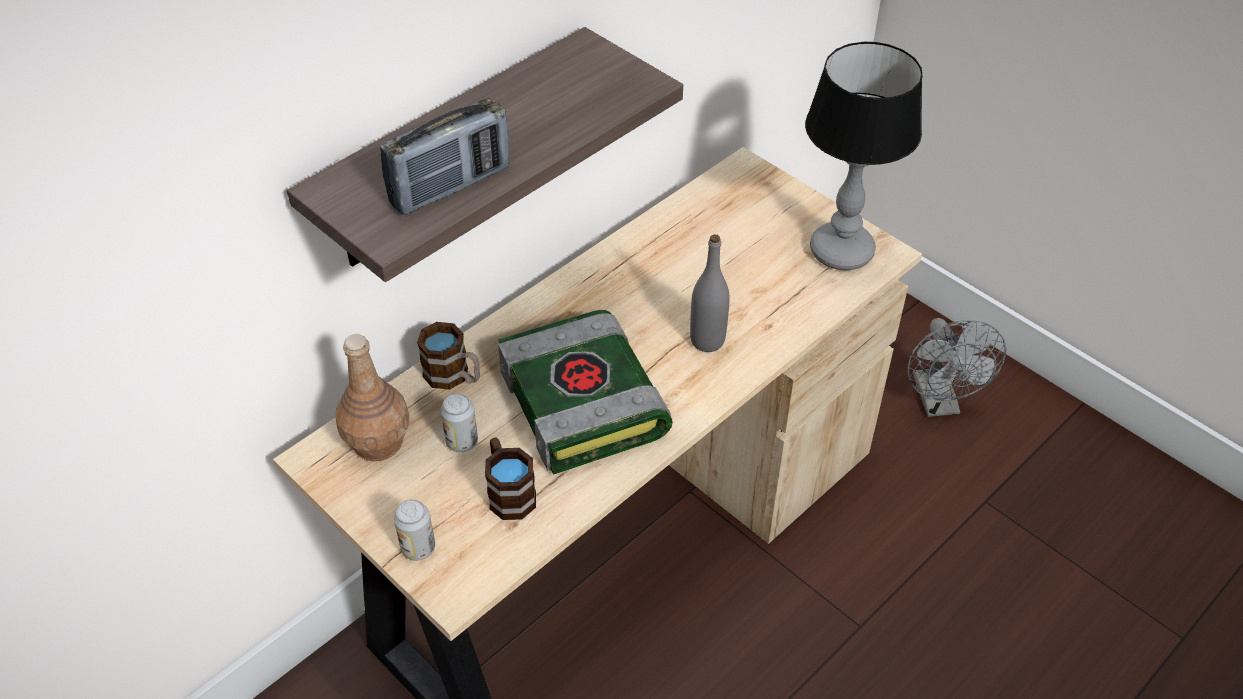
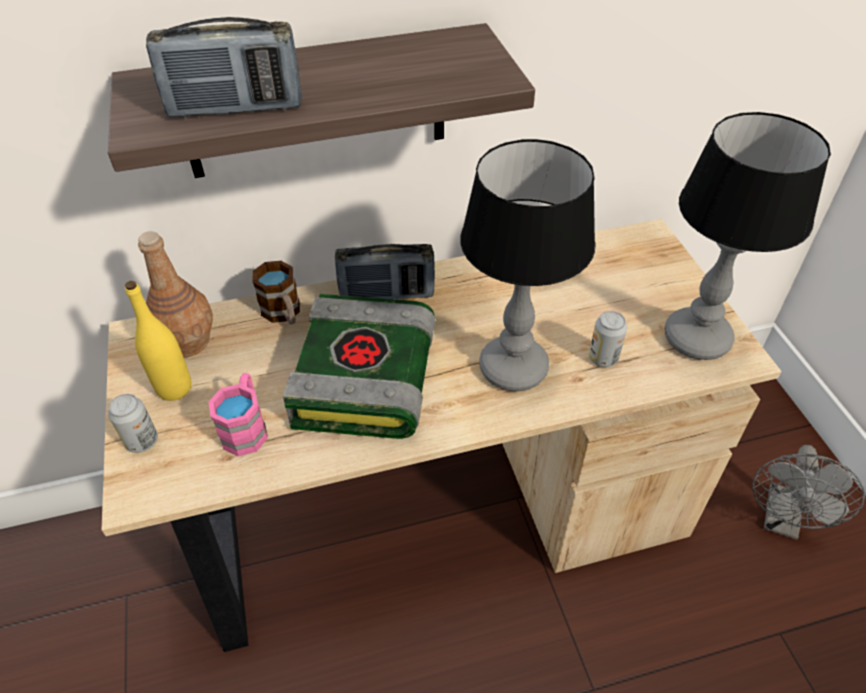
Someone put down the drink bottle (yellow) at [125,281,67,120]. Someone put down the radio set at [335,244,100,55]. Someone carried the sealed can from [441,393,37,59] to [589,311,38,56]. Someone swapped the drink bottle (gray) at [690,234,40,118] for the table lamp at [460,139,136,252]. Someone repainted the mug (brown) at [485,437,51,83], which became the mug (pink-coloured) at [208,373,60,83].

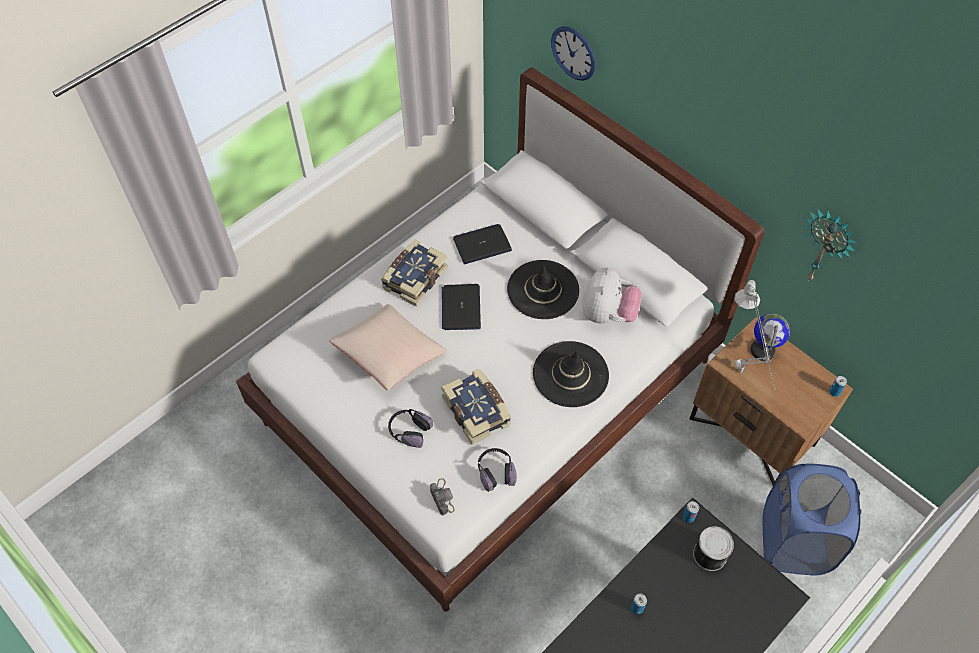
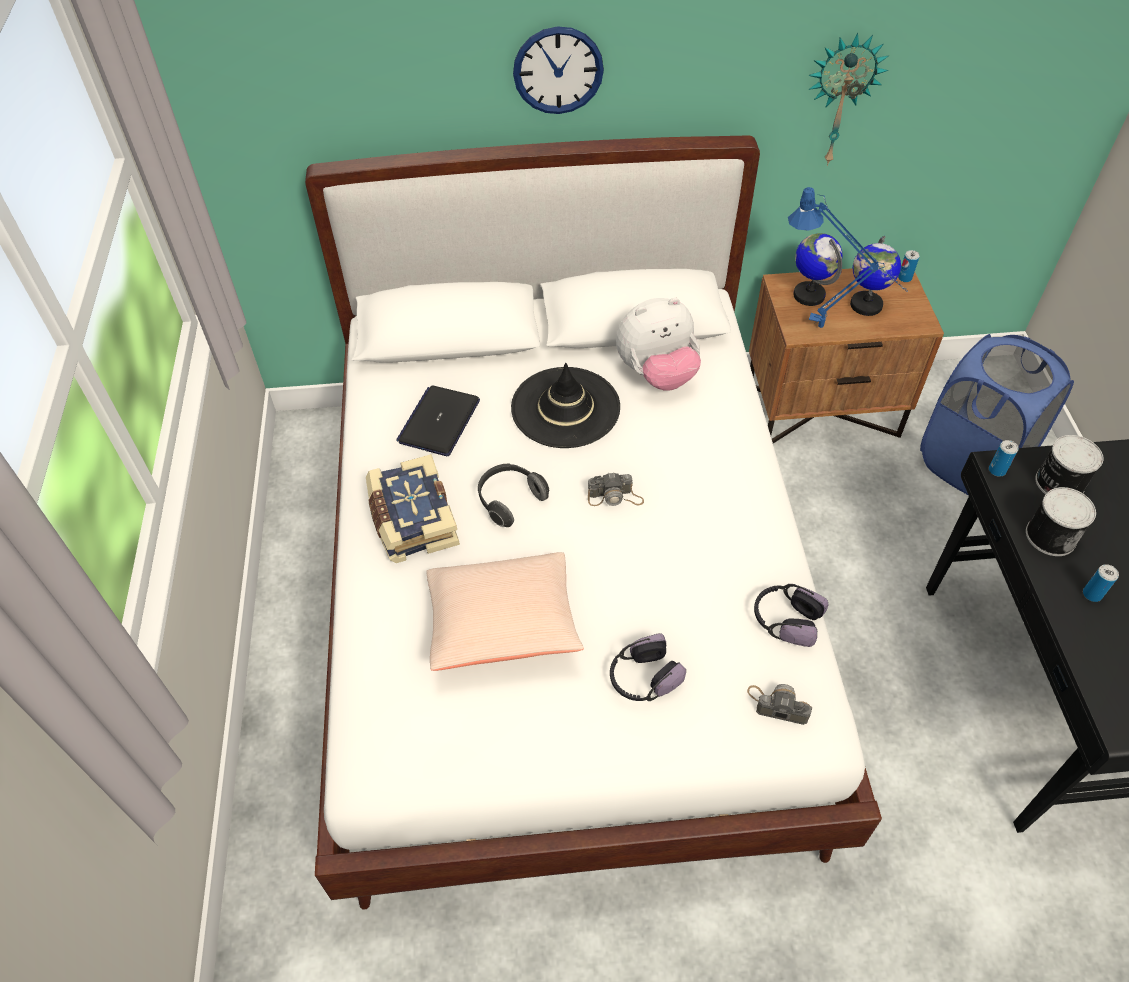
Someone took away the volume at [441,369,70,76]. Someone took away the wearable hat (black) at [533,341,76,66]. Someone put down the photo camera at [588,472,56,34]. Someone put down the globe at [850,236,51,80]. Someone put down the sealed can at [1026,487,70,69]. Someone carried the hanging clock from [551,26,44,55] to [513,26,91,88]. Someone swapped the portable computer at [442,284,39,46] for the headset at [478,463,71,64]. Someone repainted the table lamp (gray) at [734,280,42,111], which became the table lamp (bluish) at [788,187,120,141]. Someone rotated the cuddly toy at [582,267,60,56] by 105 degrees clockwise.

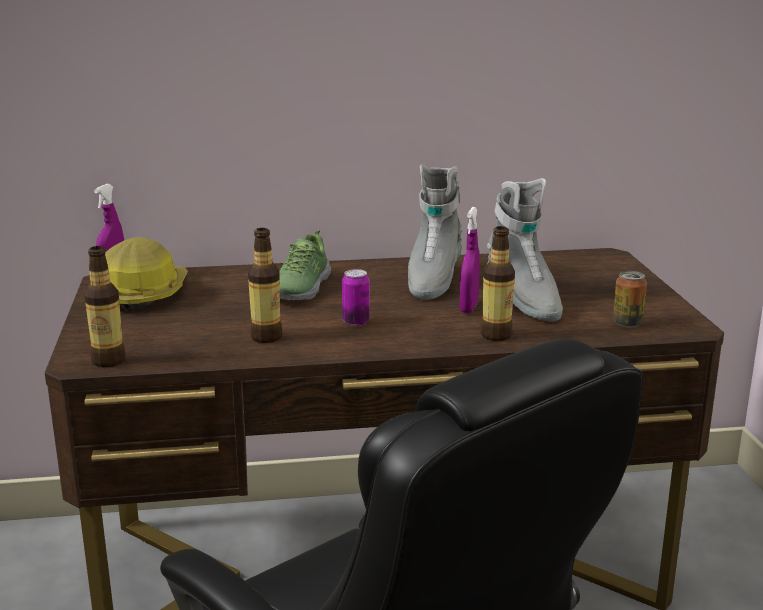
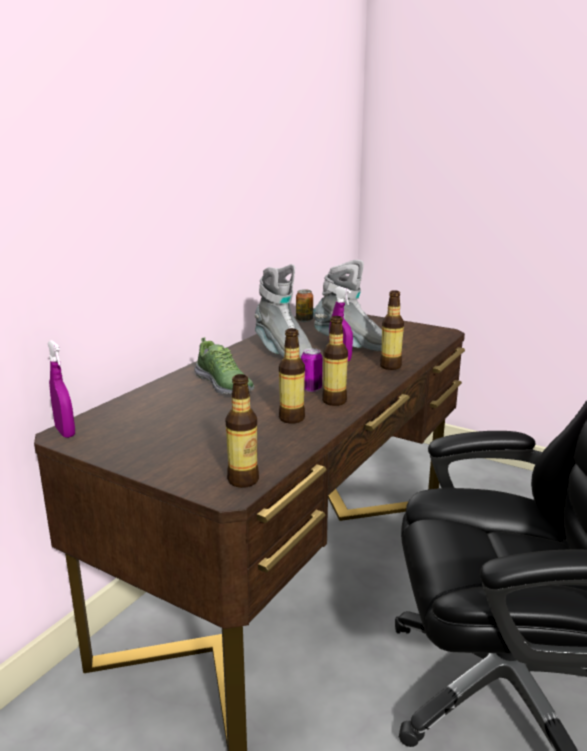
Someone took away the safety helmet at [105,237,83,75]. Someone put down the drink bottle at [322,316,26,90]. Someone carried the sealed can from [613,271,34,57] to [296,289,17,33].

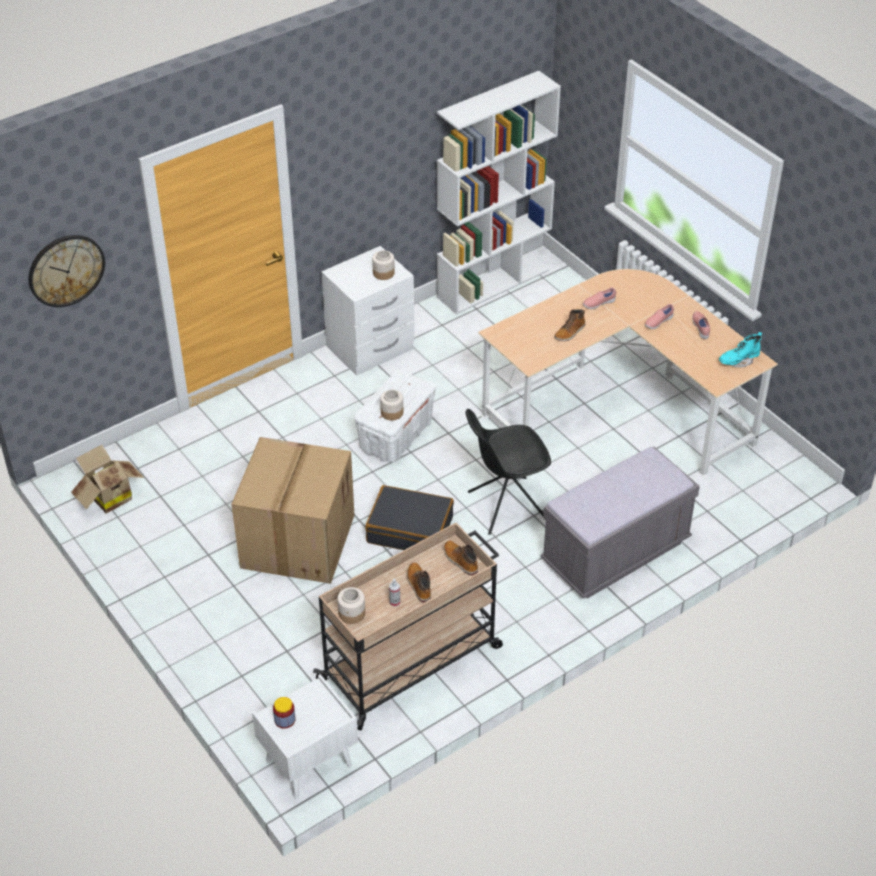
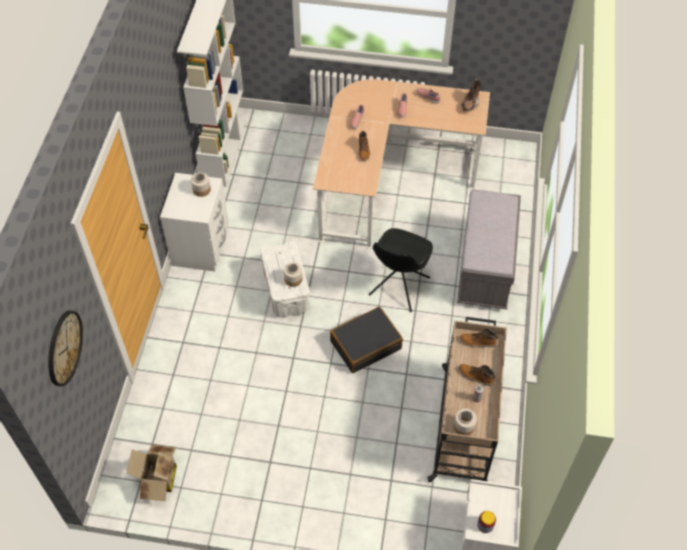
Someone took away the cardboard box at [231,437,123,147]. Someone repainted the high-top boot (turquoise-coloured) at [719,332,43,36], which became the high-top boot (brown) at [461,78,20,34].

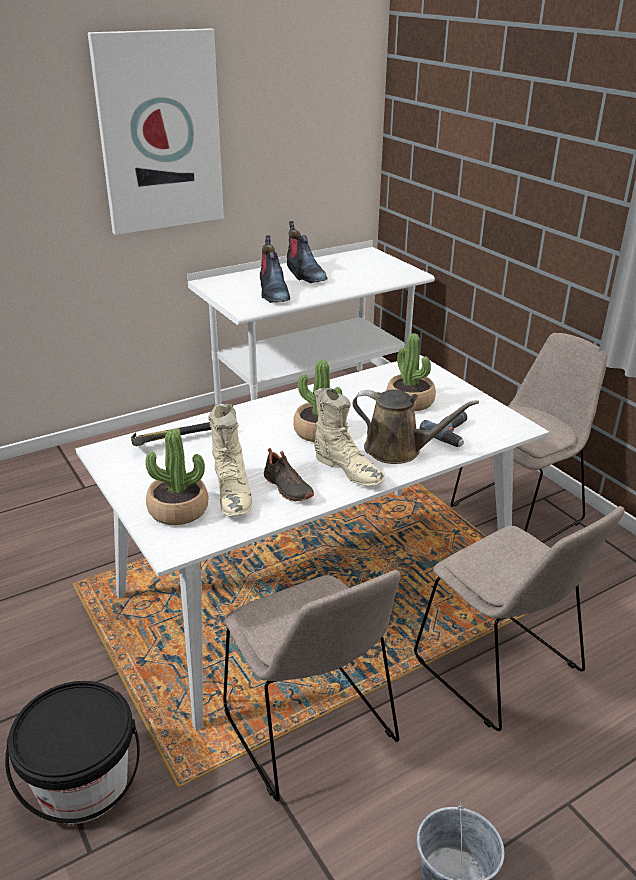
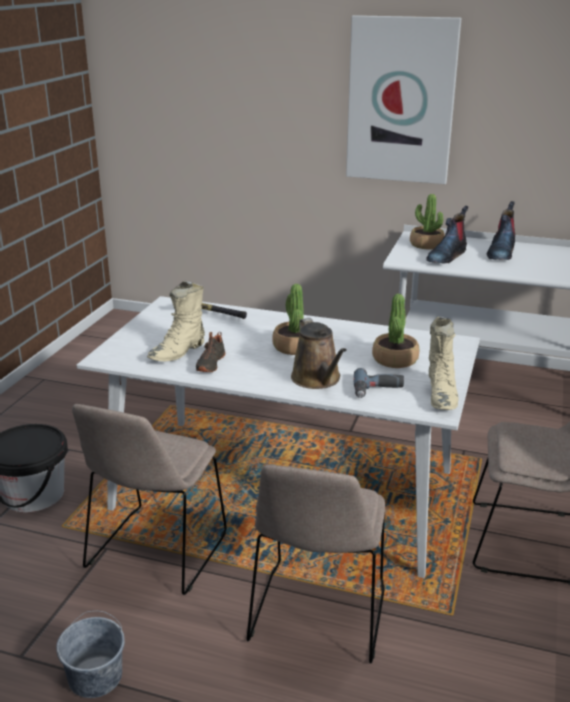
Someone carried the potted plant from [145,429,64,96] to [410,194,35,55]. Someone carried the high-top boot (sand-coloured) from [314,388,71,98] to [429,316,30,94].

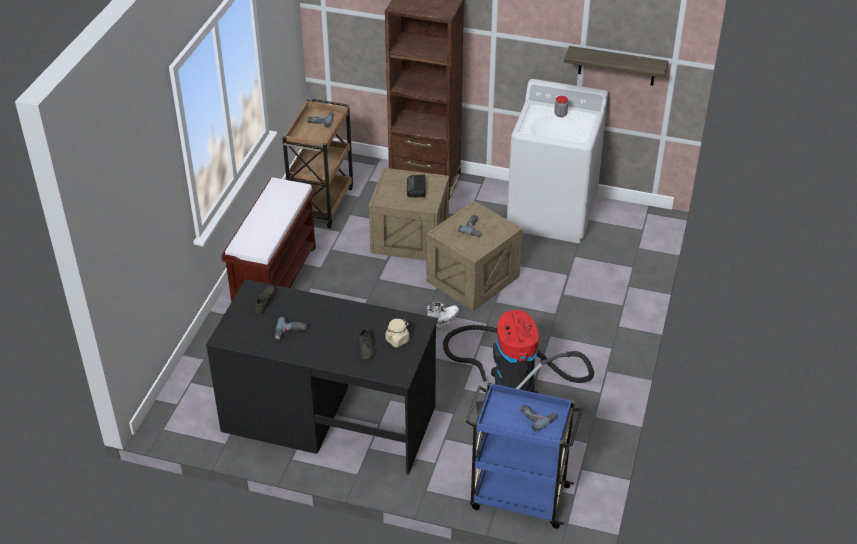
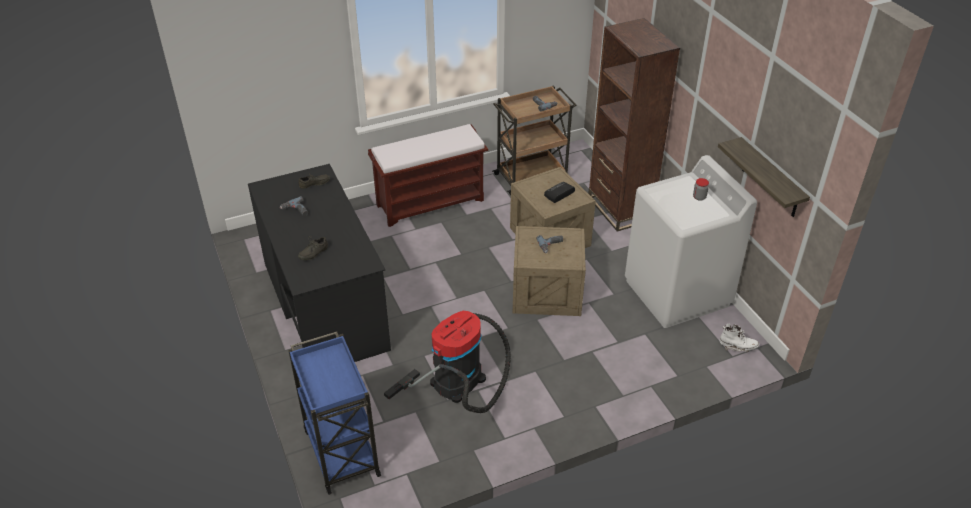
Someone took away the preserve jar (sand-coloured) at [386,319,24,28]. Someone took away the power drill at [520,405,37,27]. Someone carried the high-top boot (whitish) from [427,302,32,29] to [719,323,40,29].

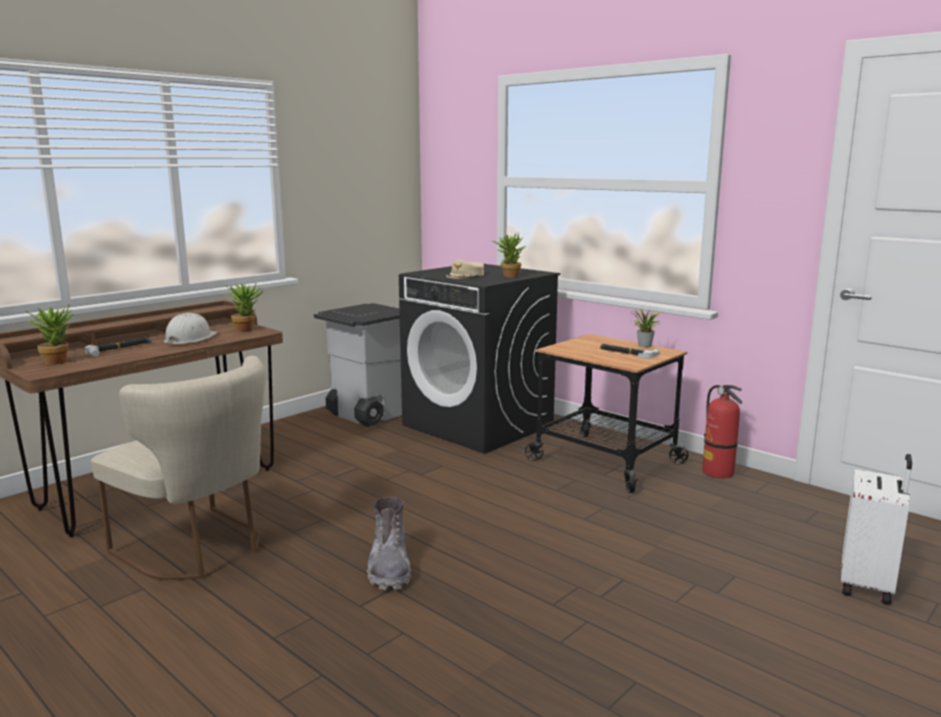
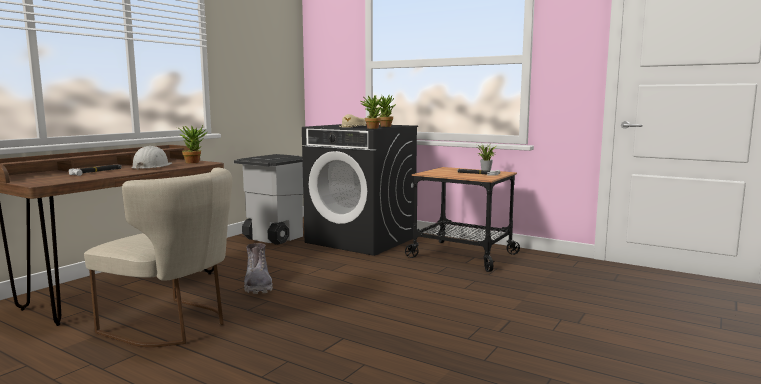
Someone took away the fire extinguisher at [703,385,39,94]. Someone took away the piece of luggage (whitish) at [841,454,71,151]. Someone carried the potted plant from [24,305,49,60] to [361,95,23,34]. Someone carried the high-top boot (gray) from [367,497,44,93] to [244,243,29,51].

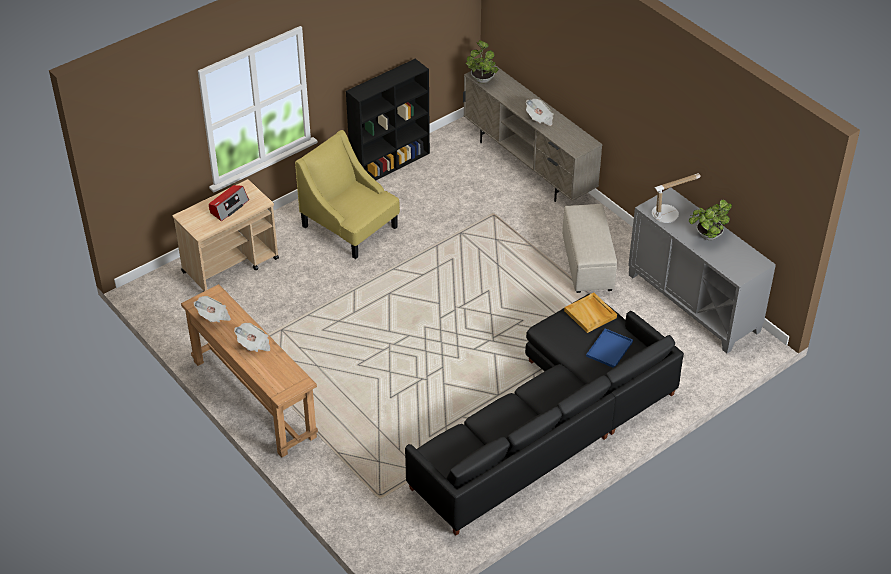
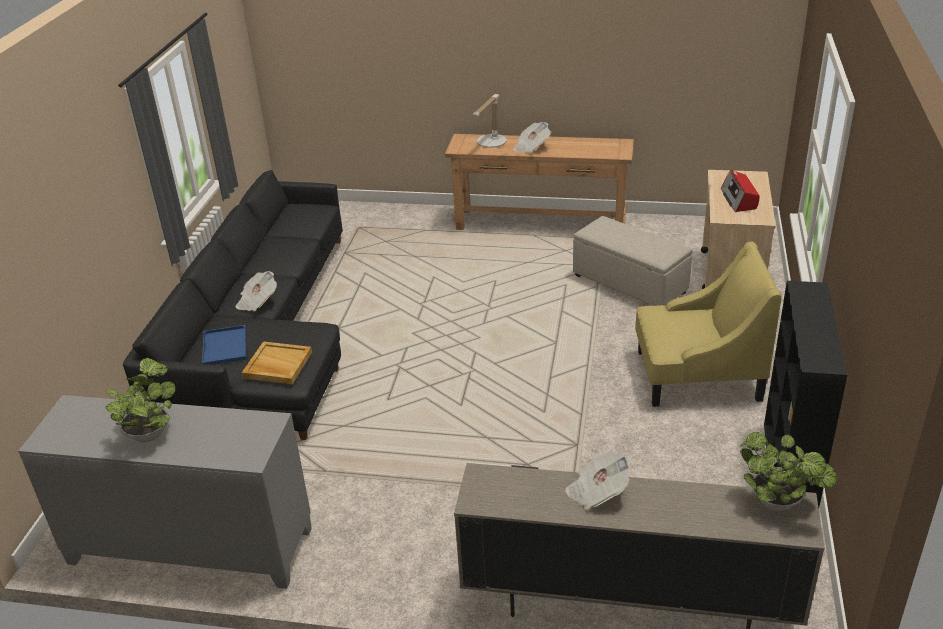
Someone carried the newspaper from [194,296,37,27] to [235,271,42,41]. Someone carried the pouffe (sand-coloured) from [562,204,55,89] to [573,216,120,90]. Someone carried the table lamp from [652,173,49,50] to [472,94,35,54].

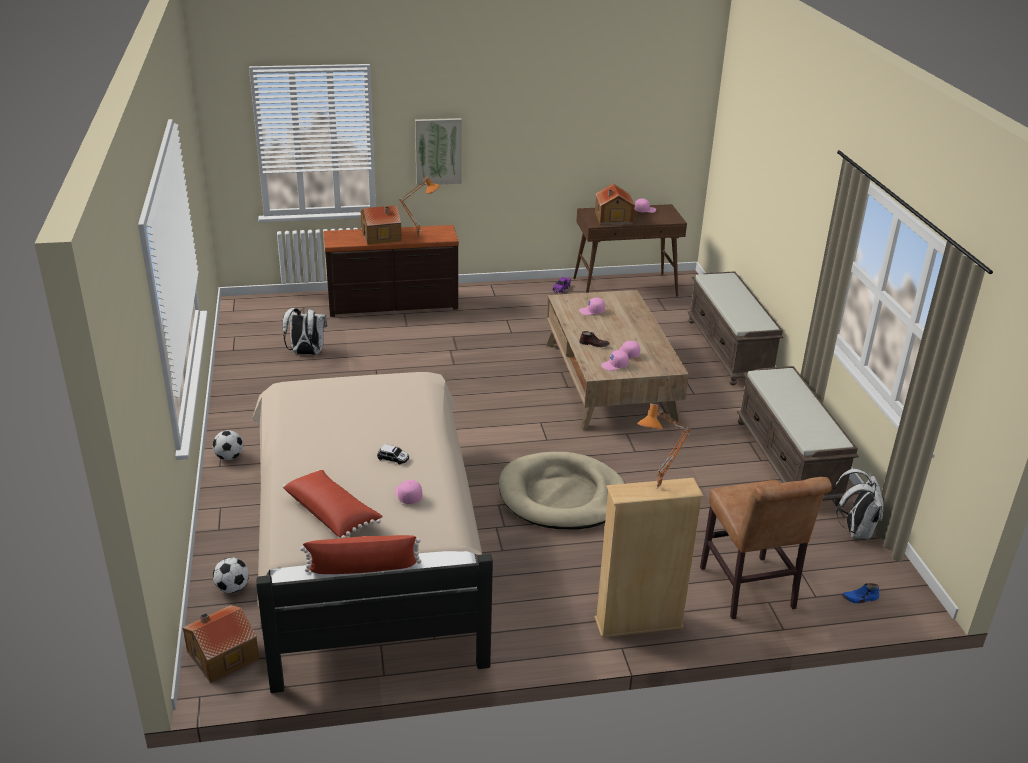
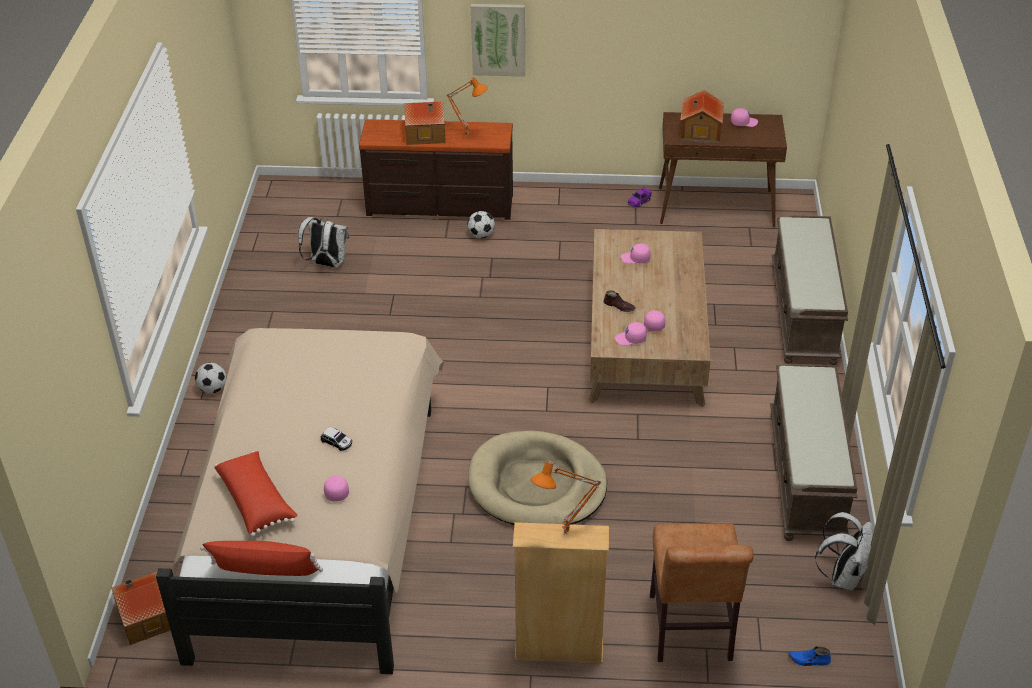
Someone carried the ball for football from [213,557,36,36] to [468,211,27,27].

